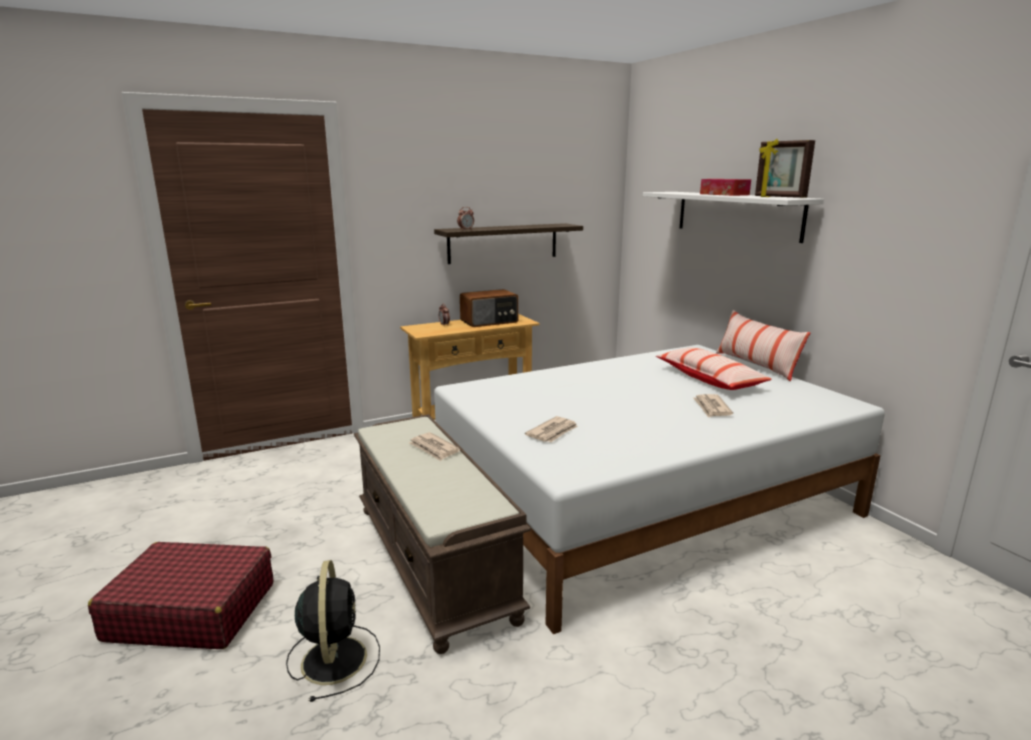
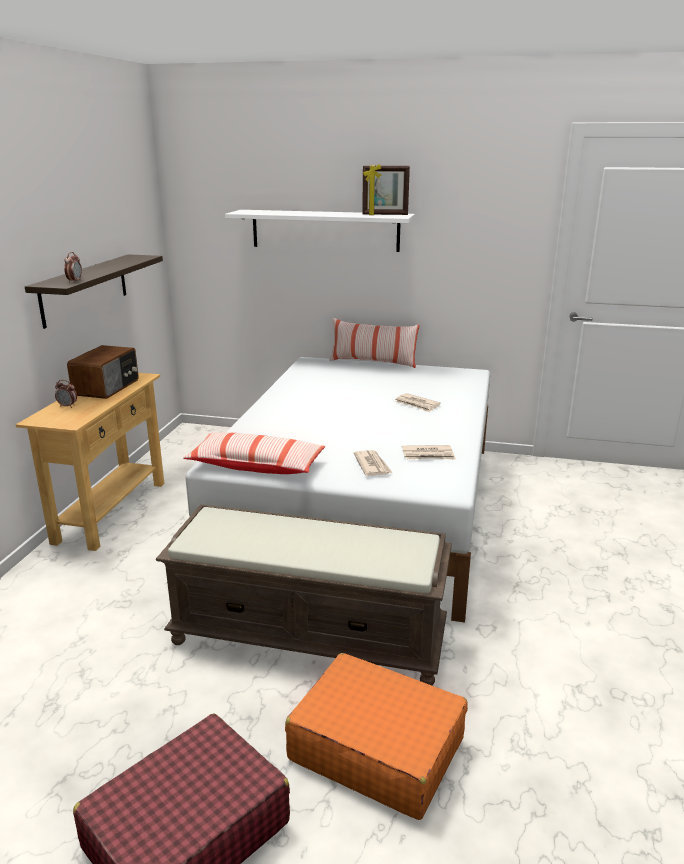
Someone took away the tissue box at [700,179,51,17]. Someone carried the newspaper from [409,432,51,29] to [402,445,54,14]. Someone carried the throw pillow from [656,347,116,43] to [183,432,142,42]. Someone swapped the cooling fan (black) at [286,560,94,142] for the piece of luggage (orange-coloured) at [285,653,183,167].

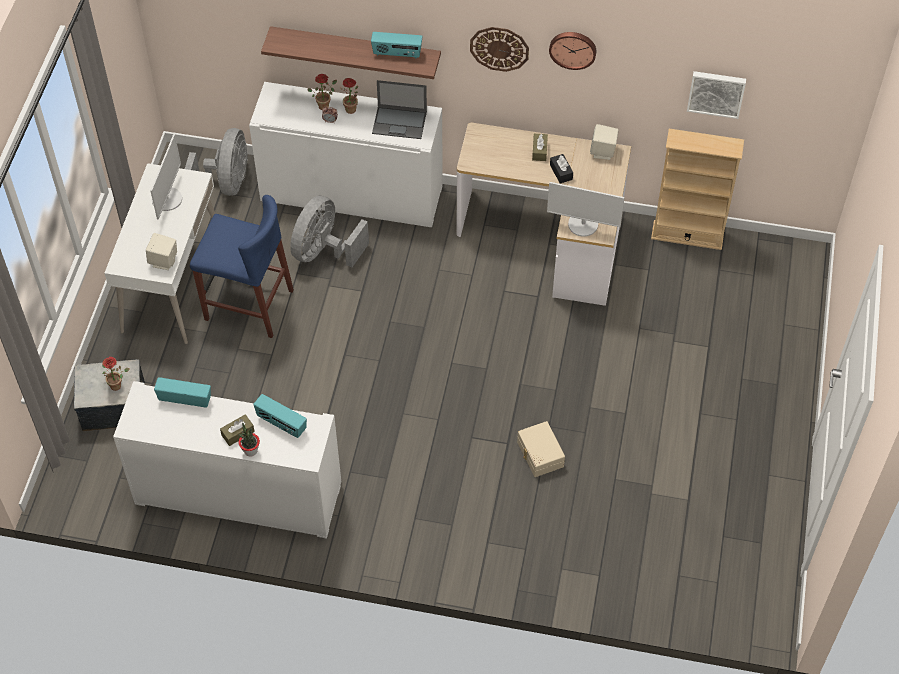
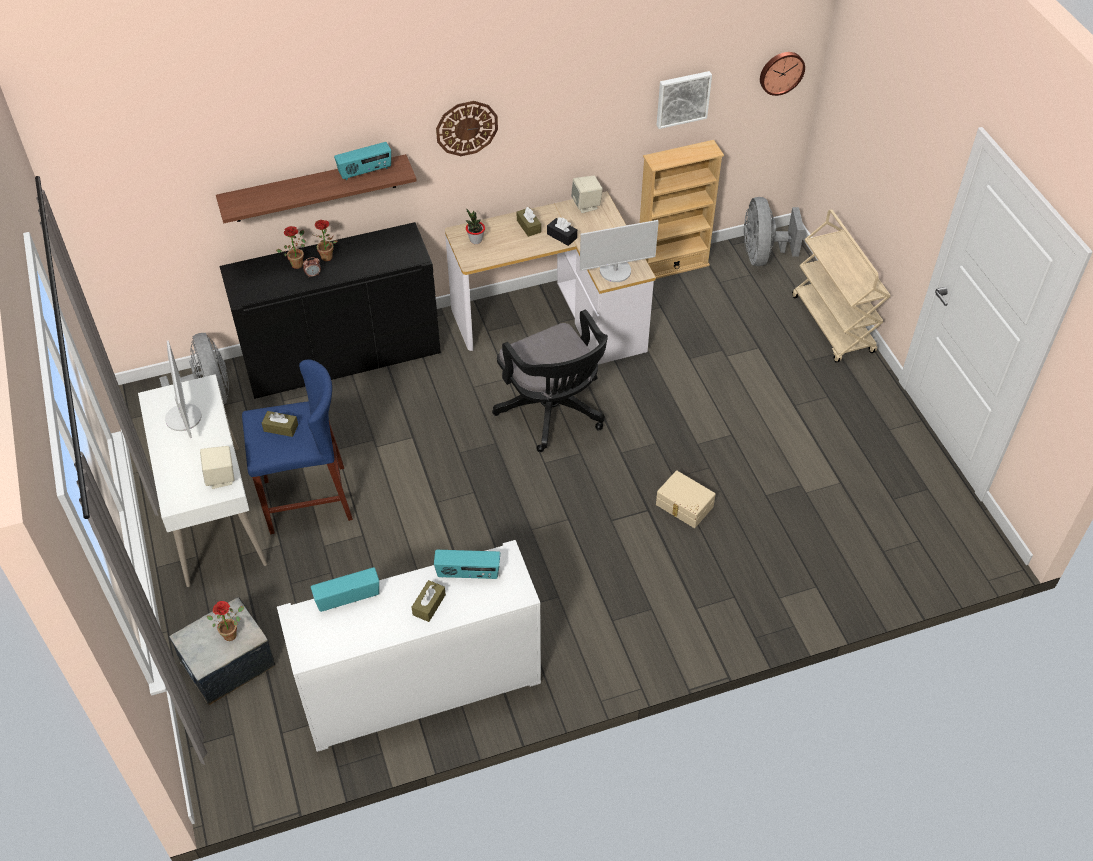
Someone took away the portable computer at [372,80,55,59]. Someone put down the tissue box (brown) at [262,411,36,26]. Someone put down the desk chair (black) at [492,310,116,142]. Someone put down the trolley (sand-coloured) at [792,209,99,154]. Someone carried the potted plant from [238,422,22,34] to [466,209,19,35]. Someone carried the cooling fan (gray) from [290,196,79,71] to [744,197,60,69]. Someone carried the hanging clock from [549,32,47,38] to [760,52,45,44]. Someone repainted the cabinet (whitish) at [249,82,194,145], which became the cabinet (black) at [219,222,222,177].

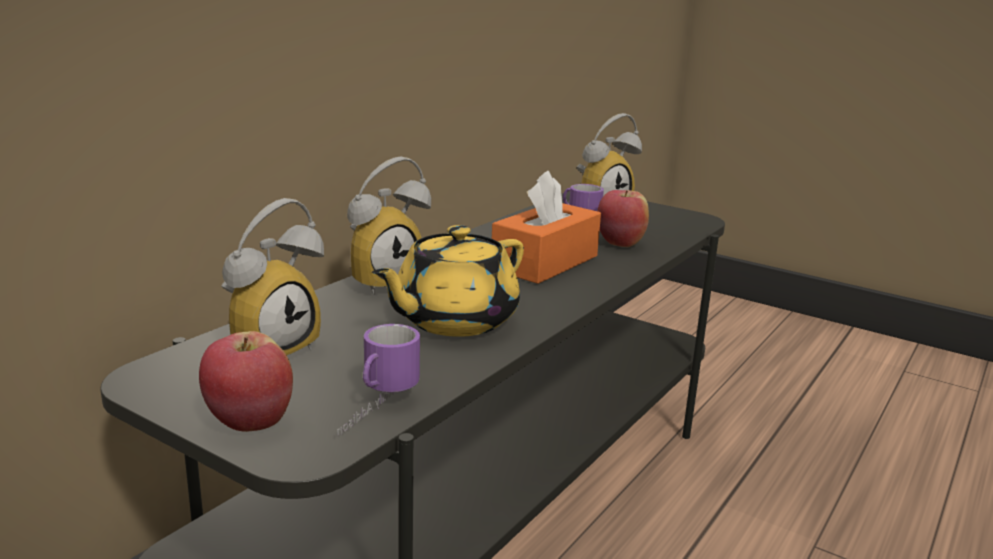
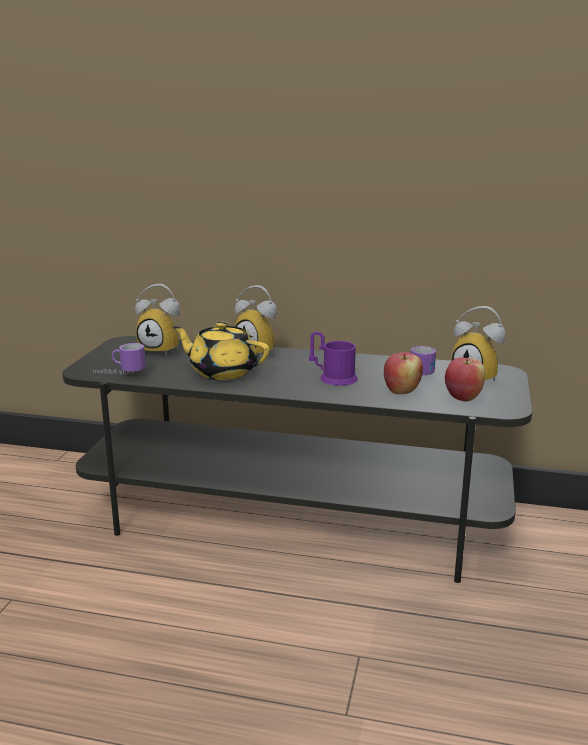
Someone carried the apple from [199,331,94,101] to [445,357,40,45]. Someone swapped the tissue box (orange-coloured) at [492,171,109,113] for the mug (purple-coloured) at [309,332,49,54].

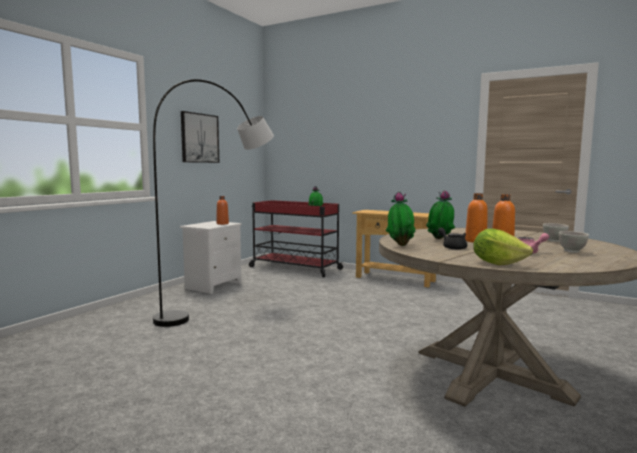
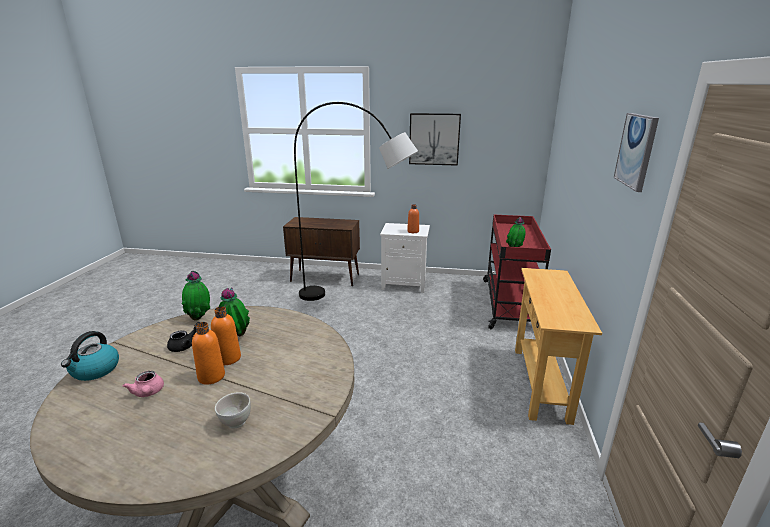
Someone took away the serving bowl (whitish) at [559,231,30,22]. Someone put down the cabinet (brown) at [283,217,77,69]. Someone put up the picture at [614,113,45,79]. Someone swapped the lettuce head at [473,229,60,36] for the tea kettle at [61,331,58,50].

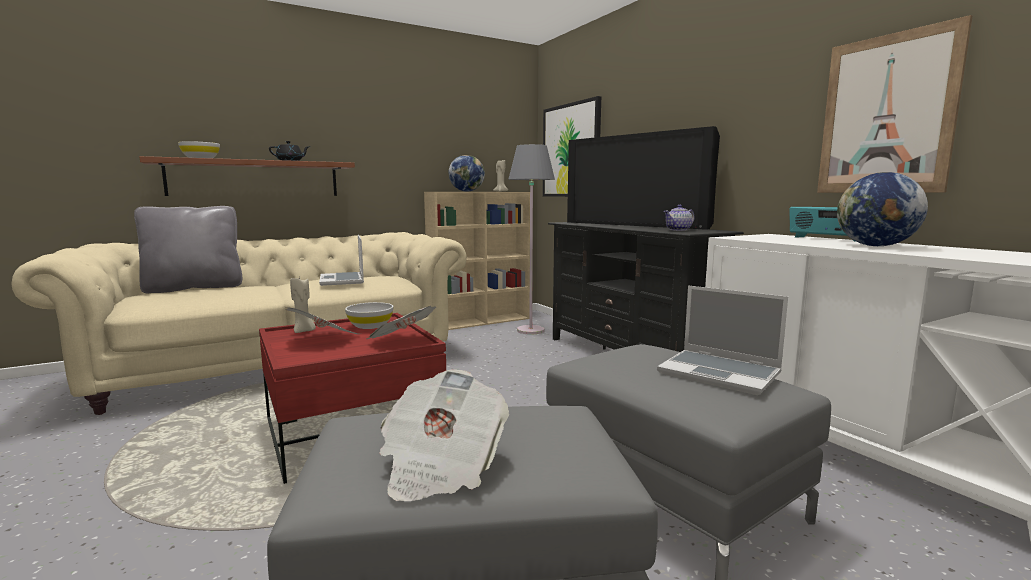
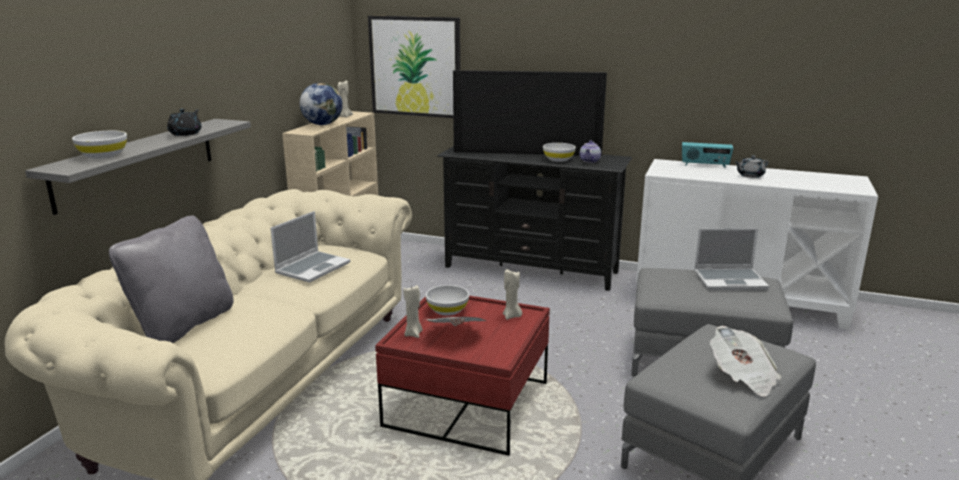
Someone took away the floor lamp (gray) at [508,144,47,190]. Someone took away the picture at [817,15,155,178]. Someone put down the serving bowl (whitish) at [543,143,33,19]. Someone swapped the newspaper at [367,306,69,33] for the wax candle (sand-coloured) at [503,269,19,51]. Someone swapped the globe at [837,172,91,74] for the teapot (gray) at [735,155,33,23]. Someone repainted the shelf (brown) at [139,156,216,40], which became the shelf (gray) at [25,119,226,96]. Someone rotated the portable computer at [319,235,45,51] by 90 degrees counterclockwise.

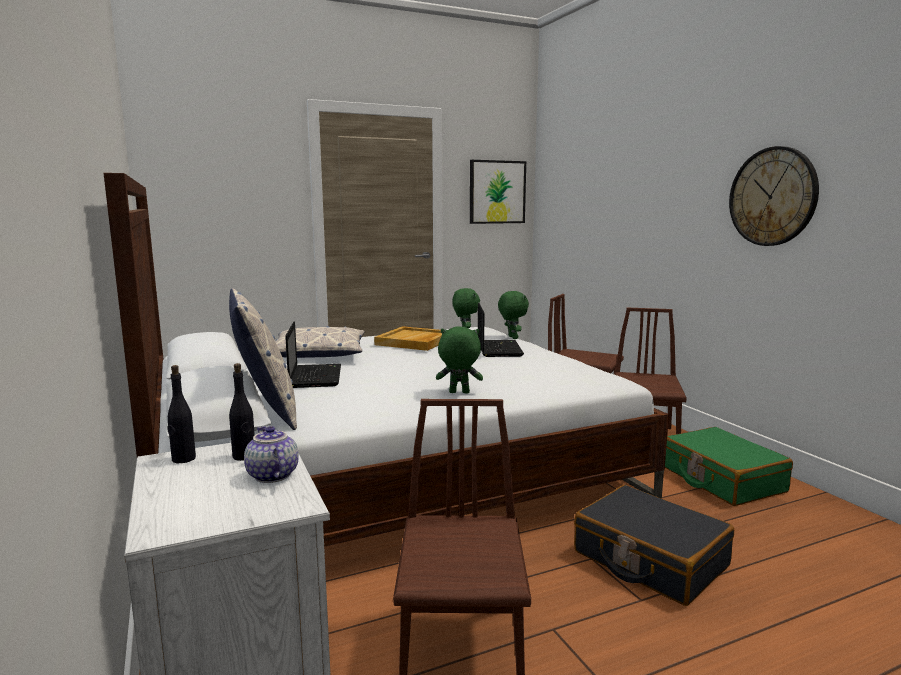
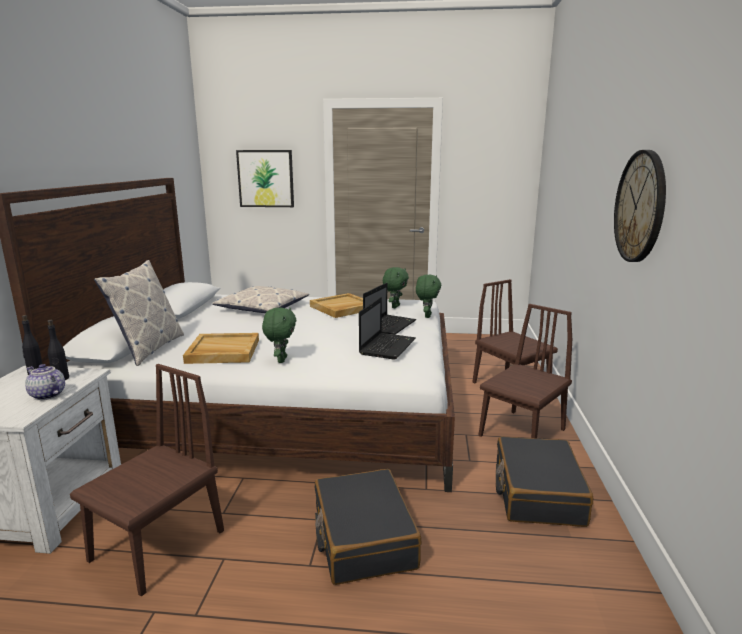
Someone put down the carrying tray (sand-coloured) at [183,333,76,31]. Someone carried the portable computer from [285,321,56,67] to [359,297,57,62]. Someone carried the picture from [470,160,56,64] to [236,150,58,57]. Someone repainted the piece of luggage (green-coloured) at [665,427,128,79], which became the piece of luggage (black) at [496,437,97,90]. Someone rotated the teapot at [244,426,55,57] by 60 degrees counterclockwise. Someone rotated the cuddly toy (green-coloured) at [436,327,47,66] by 60 degrees clockwise.

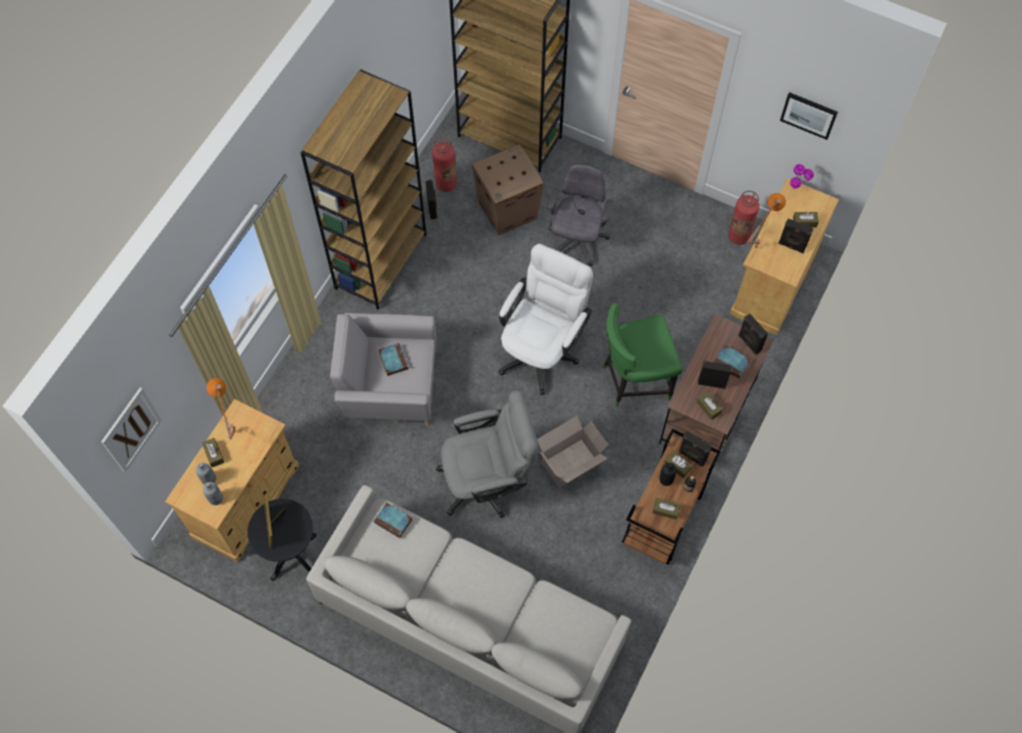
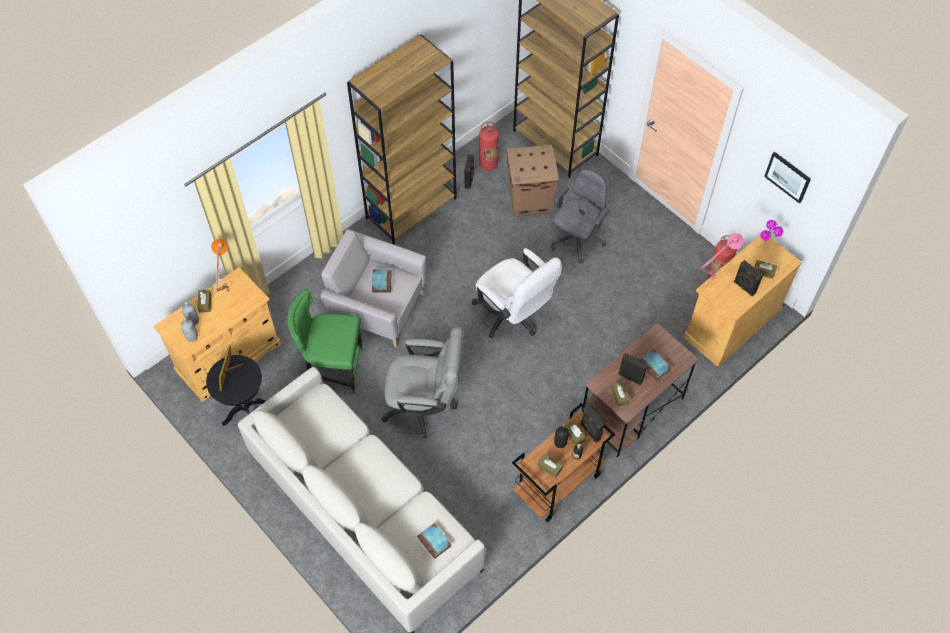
Someone took away the picture at [101,388,61,84]. Someone took away the cardboard box at [537,416,71,72]. Someone took away the speaker (black) at [738,314,30,41]. Someone carried the volume from [374,503,39,35] to [417,523,34,36]. Someone carried the chair (green-coloured) from [603,303,80,104] to [287,289,76,105]. Someone repainted the table lamp (orange-coloured) at [747,193,39,56], which became the table lamp (pink-coloured) at [700,233,44,46]. Someone rotated the desk chair (whitish) at [498,244,95,151] by 90 degrees clockwise.

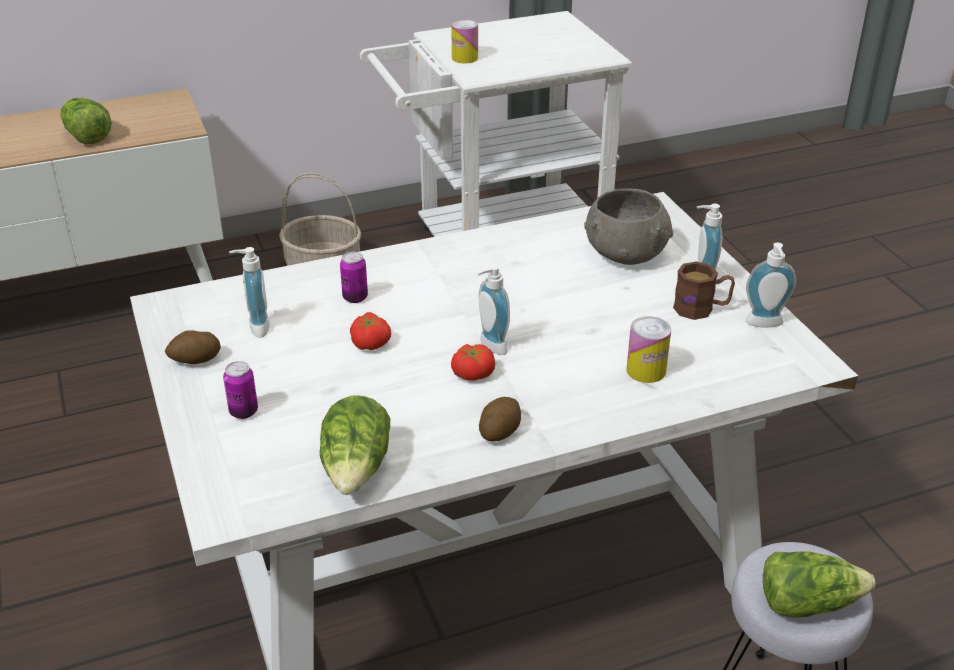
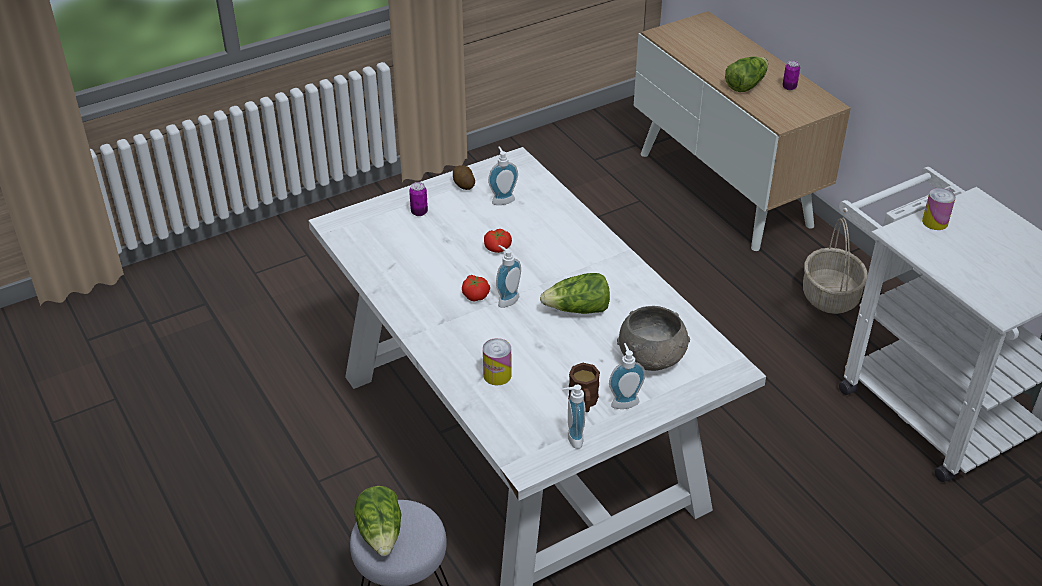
Someone took away the whole potato at [479,397,42,44]. Someone carried the lettuce head from [320,395,70,100] to [540,273,70,41]. Someone carried the sealed can from [340,252,28,51] to [783,60,17,30].

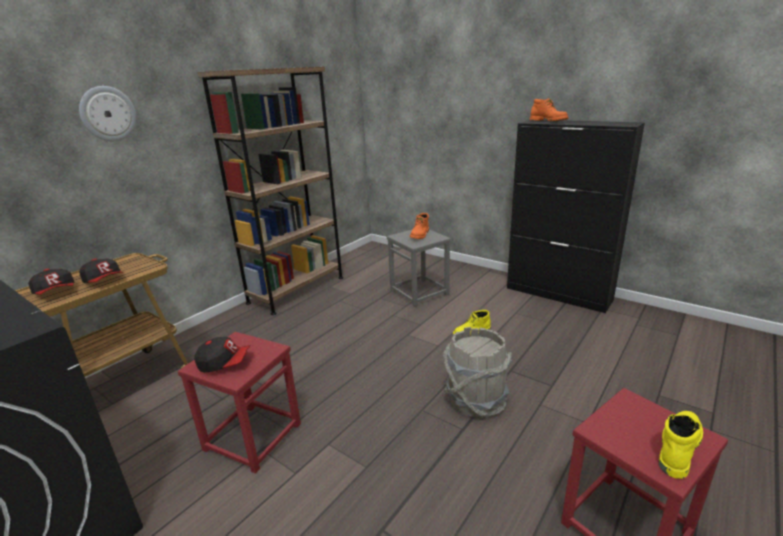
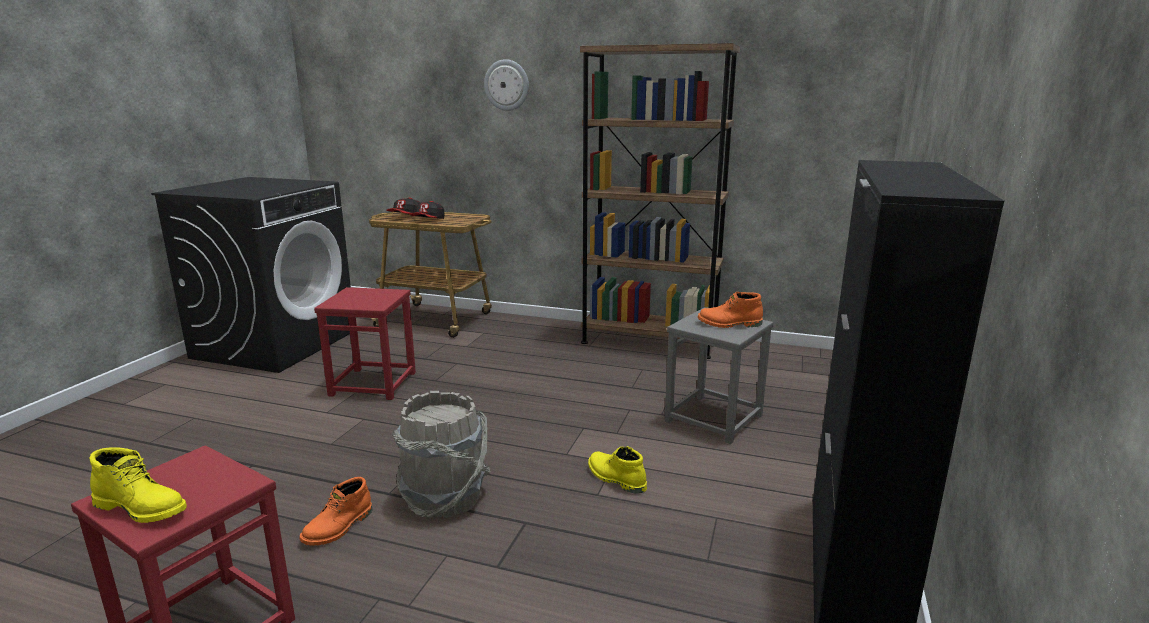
Someone took away the peaked cap at [194,337,57,35]. Someone carried the high-top boot (orange-coloured) from [530,98,38,23] to [300,477,72,69].

